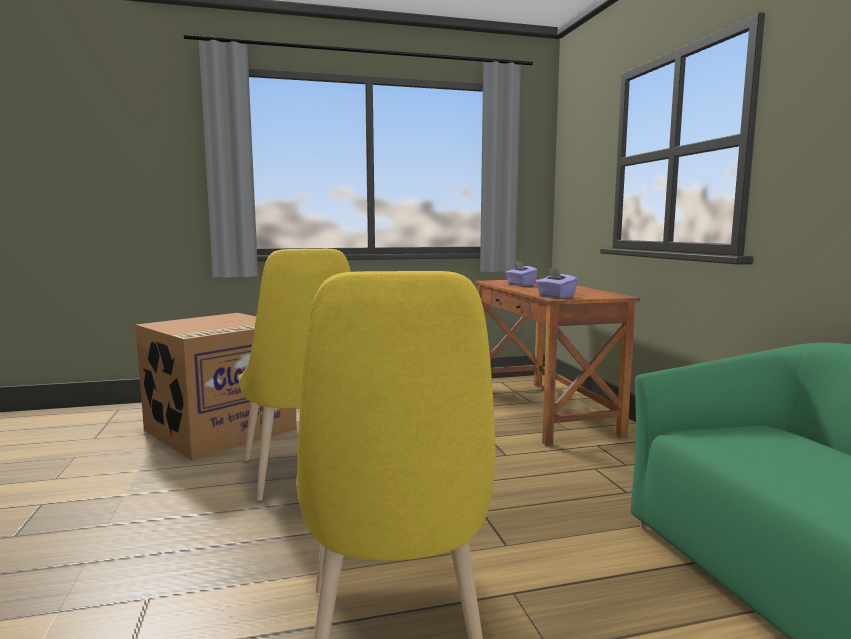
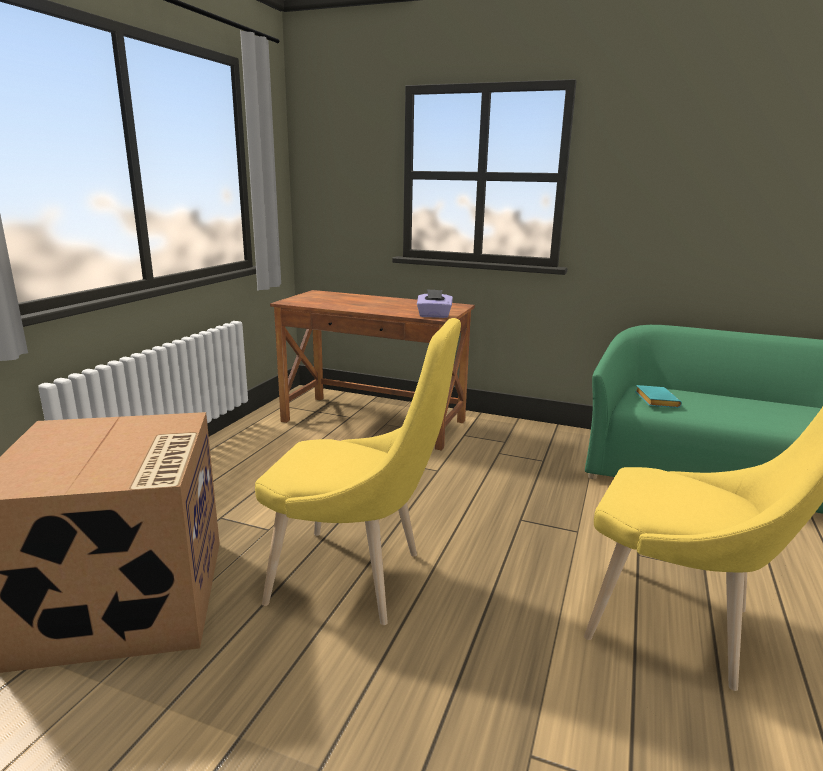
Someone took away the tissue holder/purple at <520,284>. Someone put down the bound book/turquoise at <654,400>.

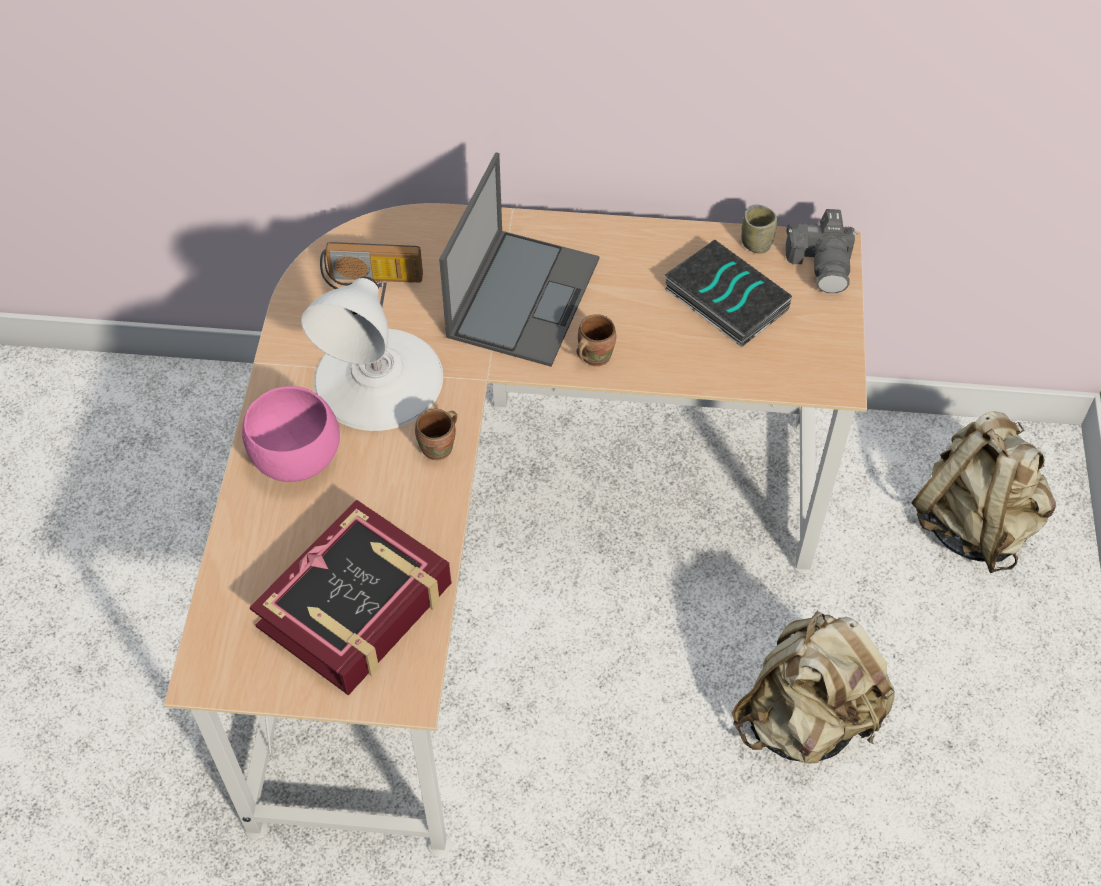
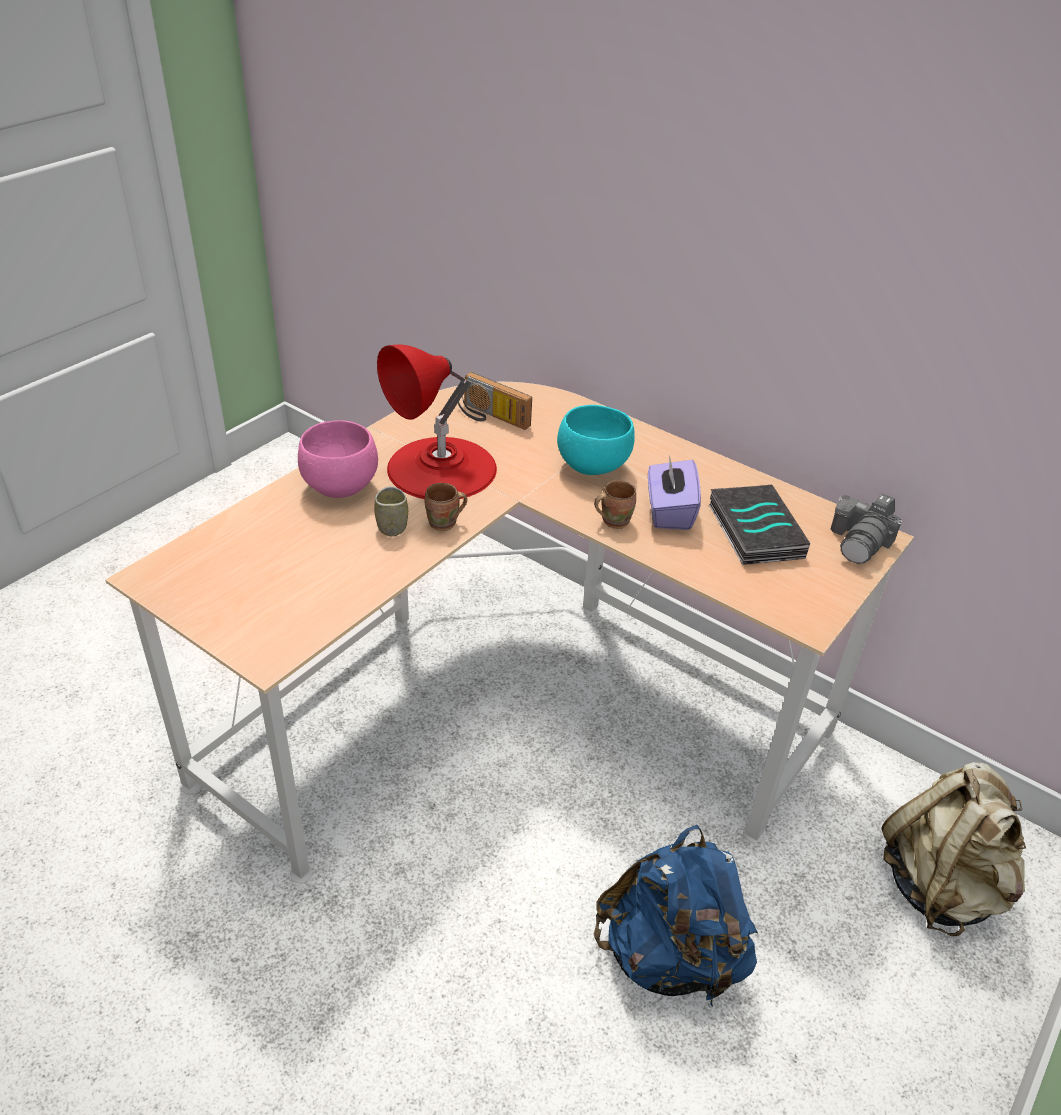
Someone took away the bound book at <356,606>. Someone repainted the tabletop lamp/white-coloured at <379,379>, which became the tabletop lamp/red at <442,468>. Someone swapped the notebook computer at <523,296> for the serving bowl/turquoise at <592,466>. Someone repainted the knapsack/beige-coloured at <806,719>, which became the knapsack/blue at <670,956>. Someone carried the small cup from <756,243> to <392,527>. Someone put down the tissue holder/purple at <669,512>.

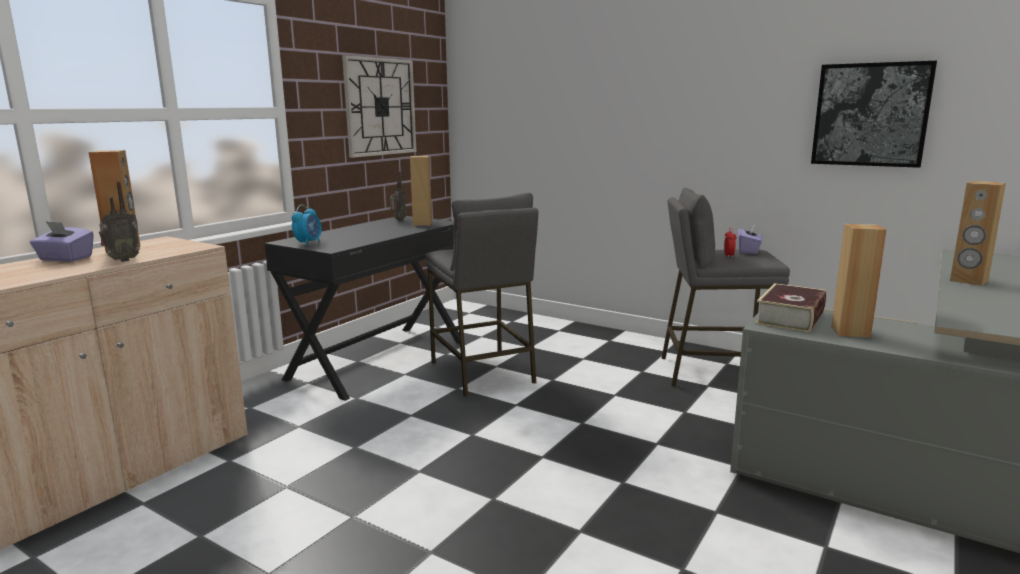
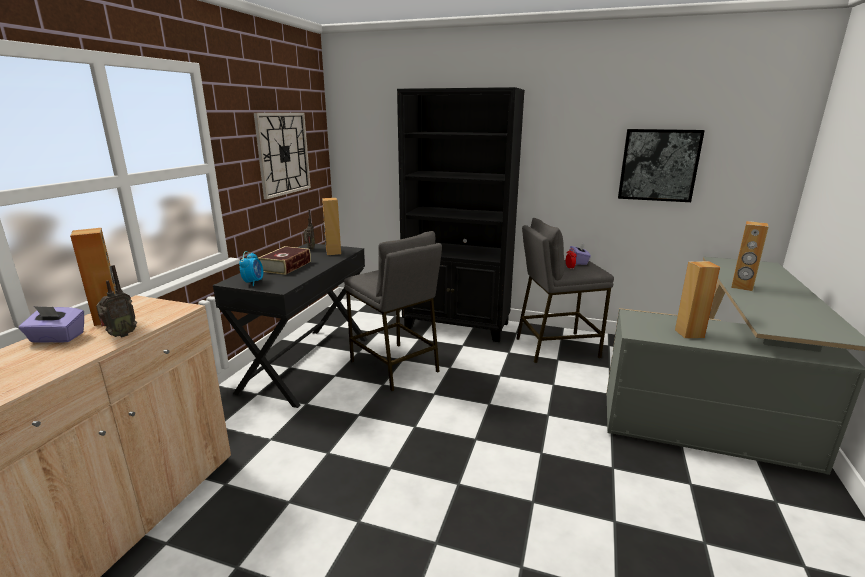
Someone carried the bound book from <790,317> to <286,266>. Someone put down the bookcase/black-coloured at <457,326>.

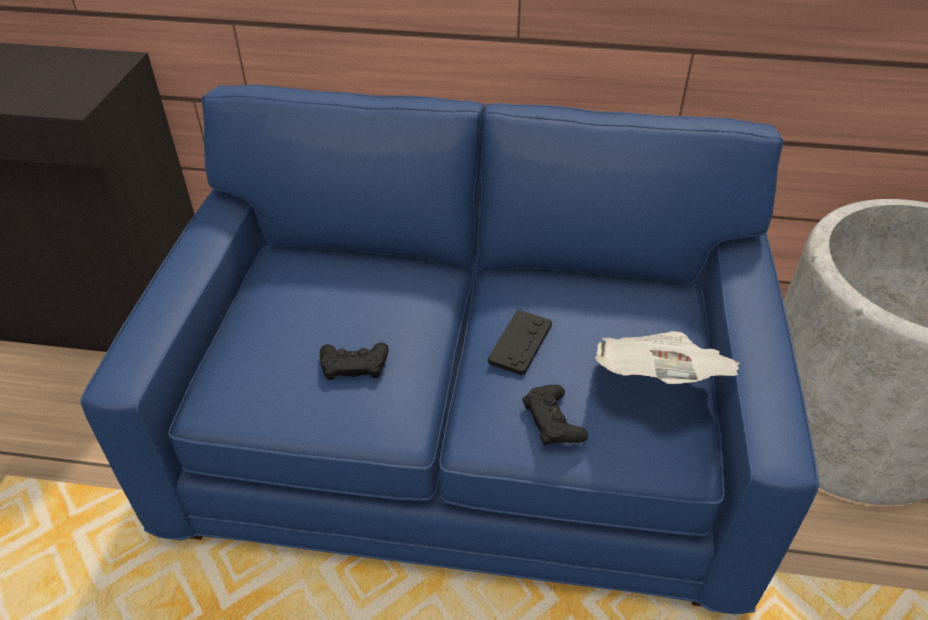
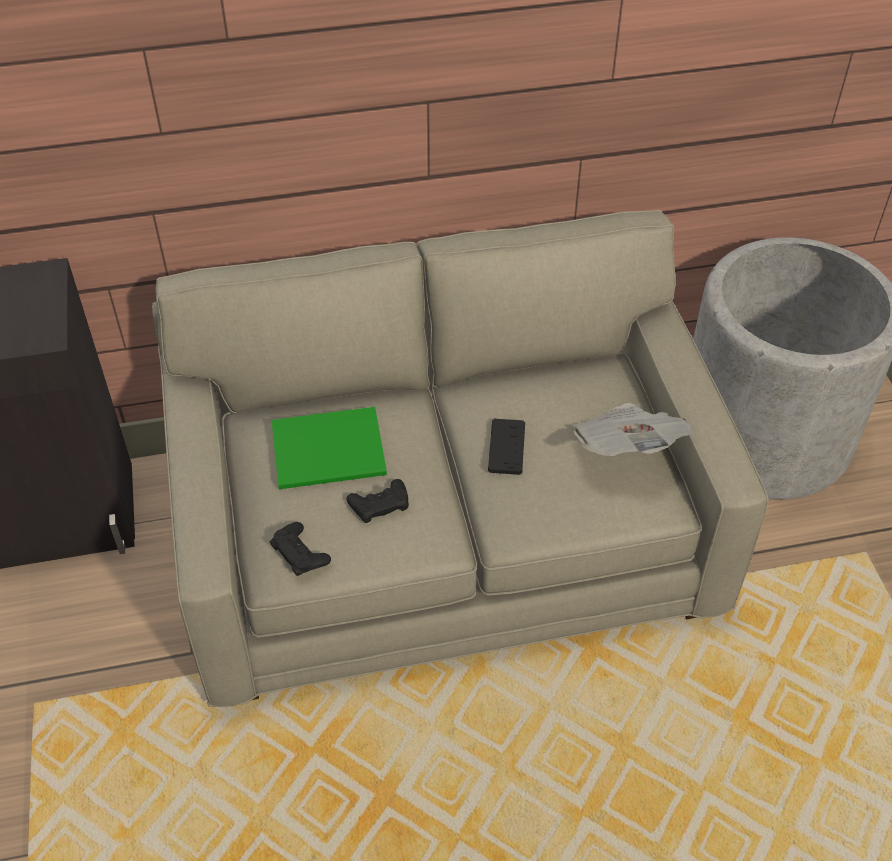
Someone repainted the couch/blue at <467,428>, which became the couch/beige-coloured at <447,531>. Someone carried the game controller/black-coloured from <553,420> to <300,553>. Someone put down the bound book/greenish at <332,453>.

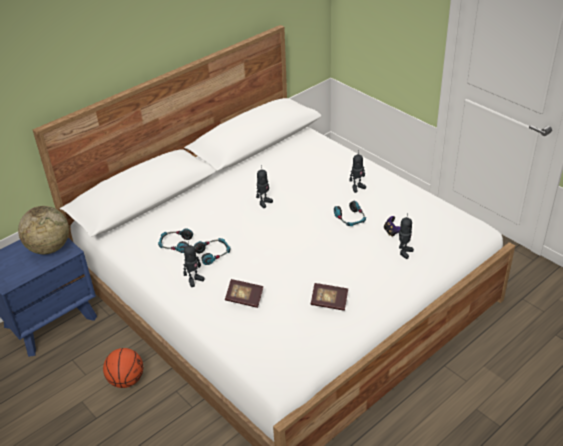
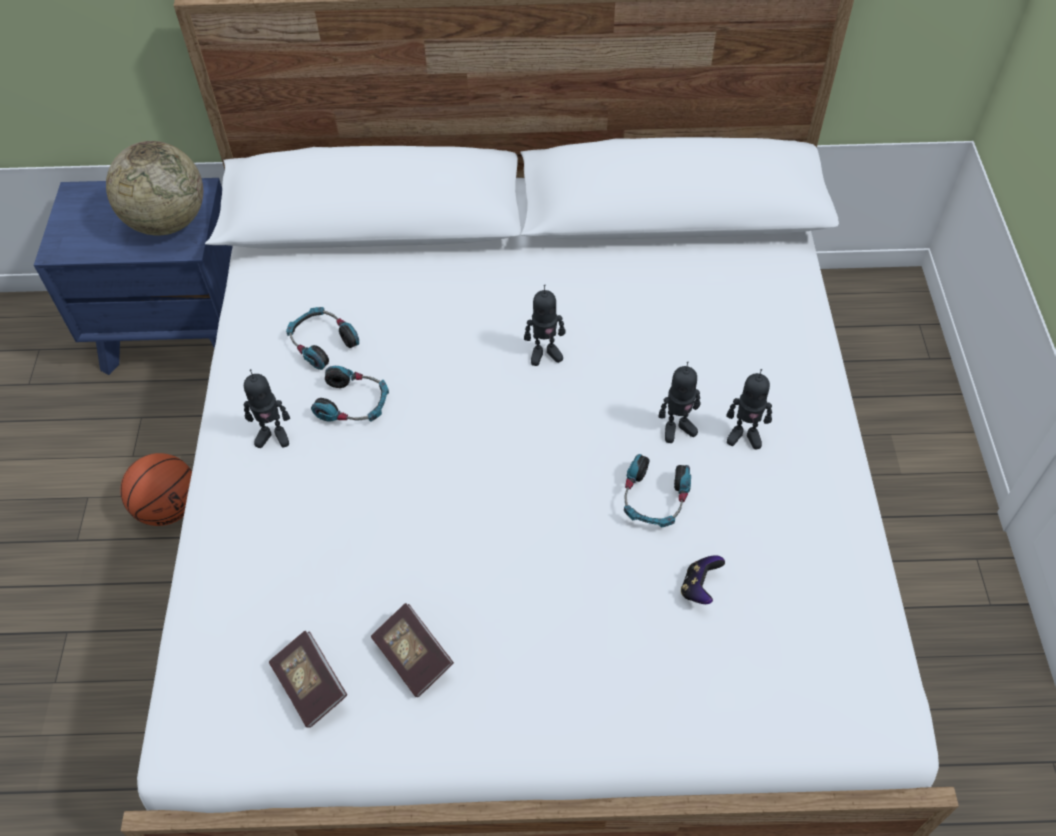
Someone carried the bound book from <244,299> to <310,685>. Someone carried the model robot from <404,252> to <677,428>.

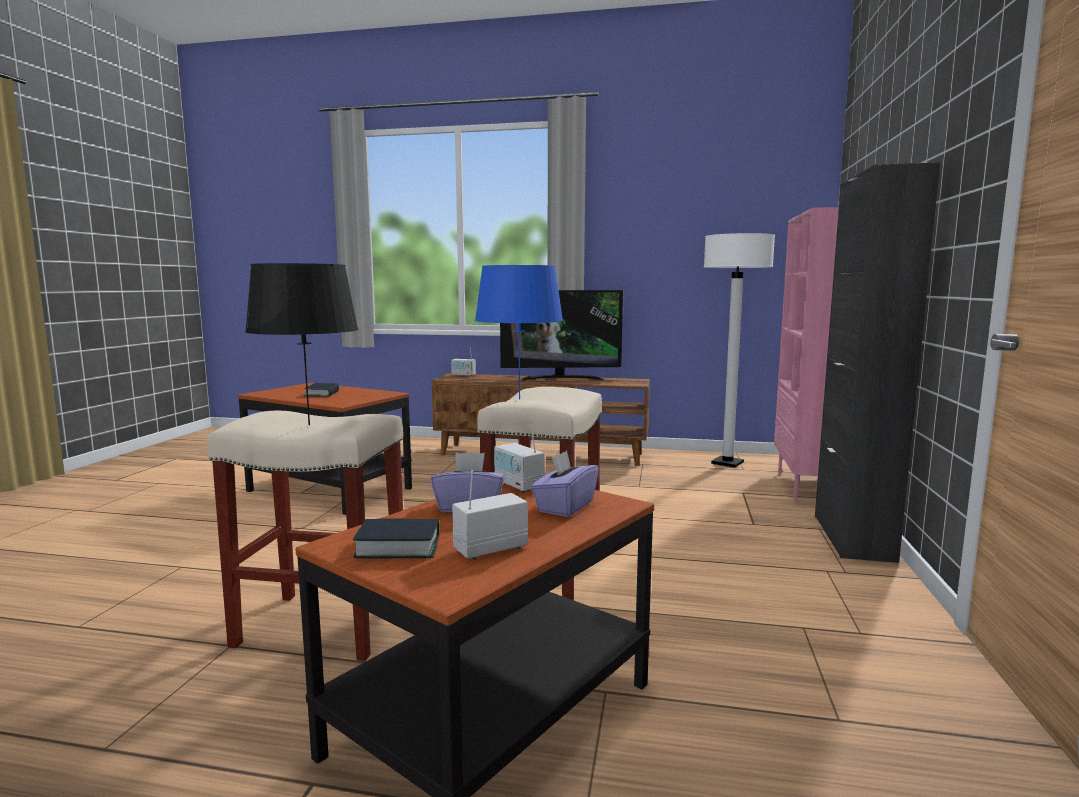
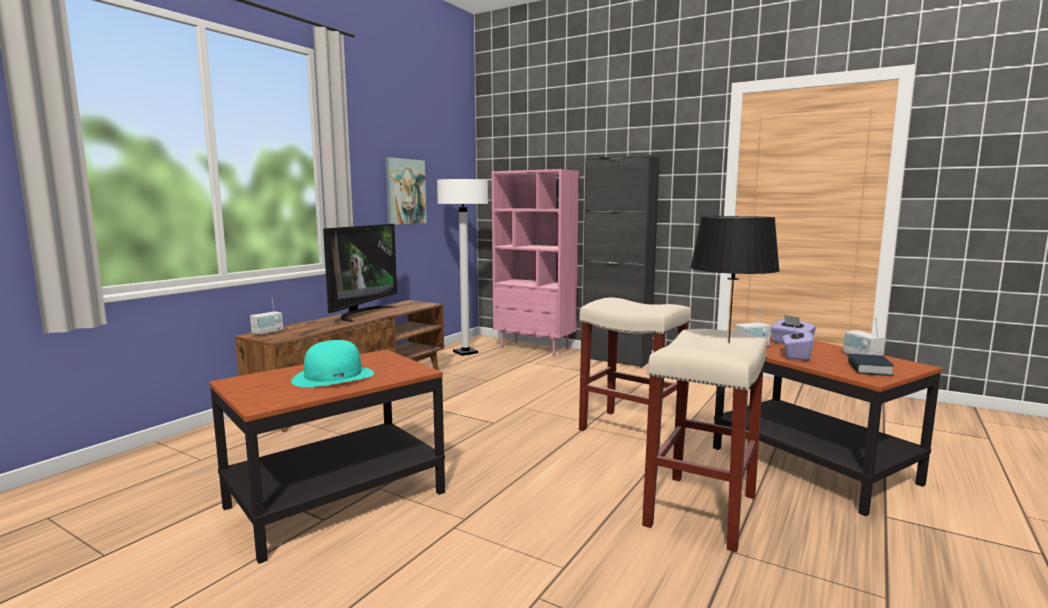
Someone swapped the bound book at <322,394> for the wearable hat/turquoise at <333,376>. Someone took away the tabletop lamp/blue at <519,399>. Someone put up the picture at <405,191>.

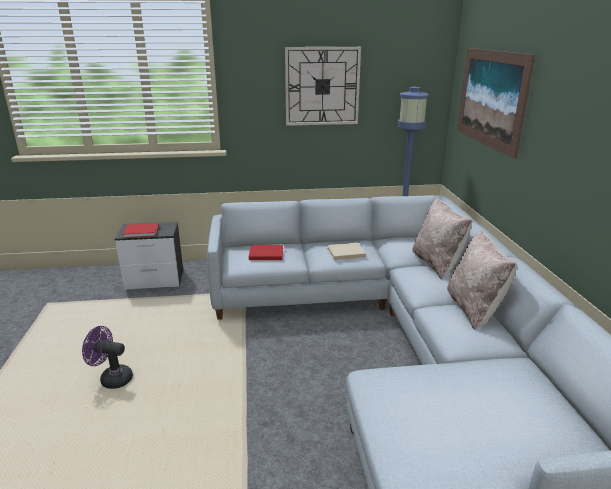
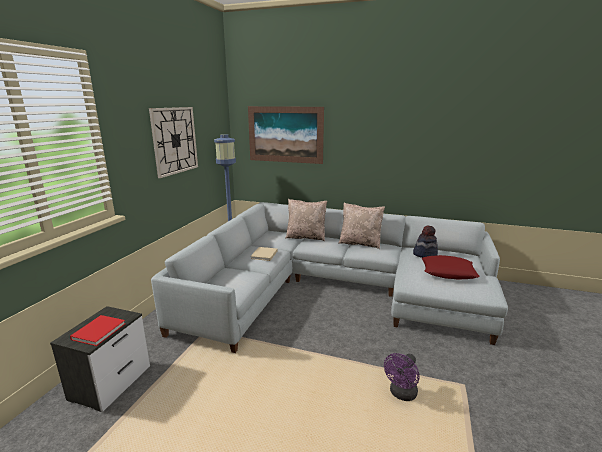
Someone carried the electric fan/purple from <112,378> to <401,394>. Someone took away the bound book/red at <265,254>. Someone put down the wearable hat at <425,254>. Someone put down the pillow/red at <448,272>.

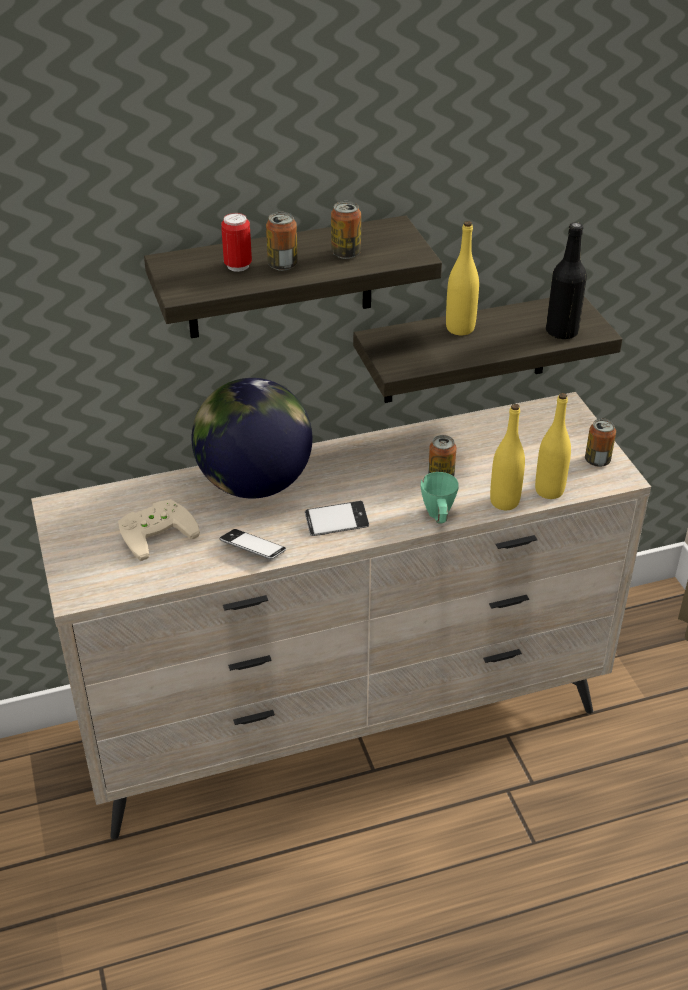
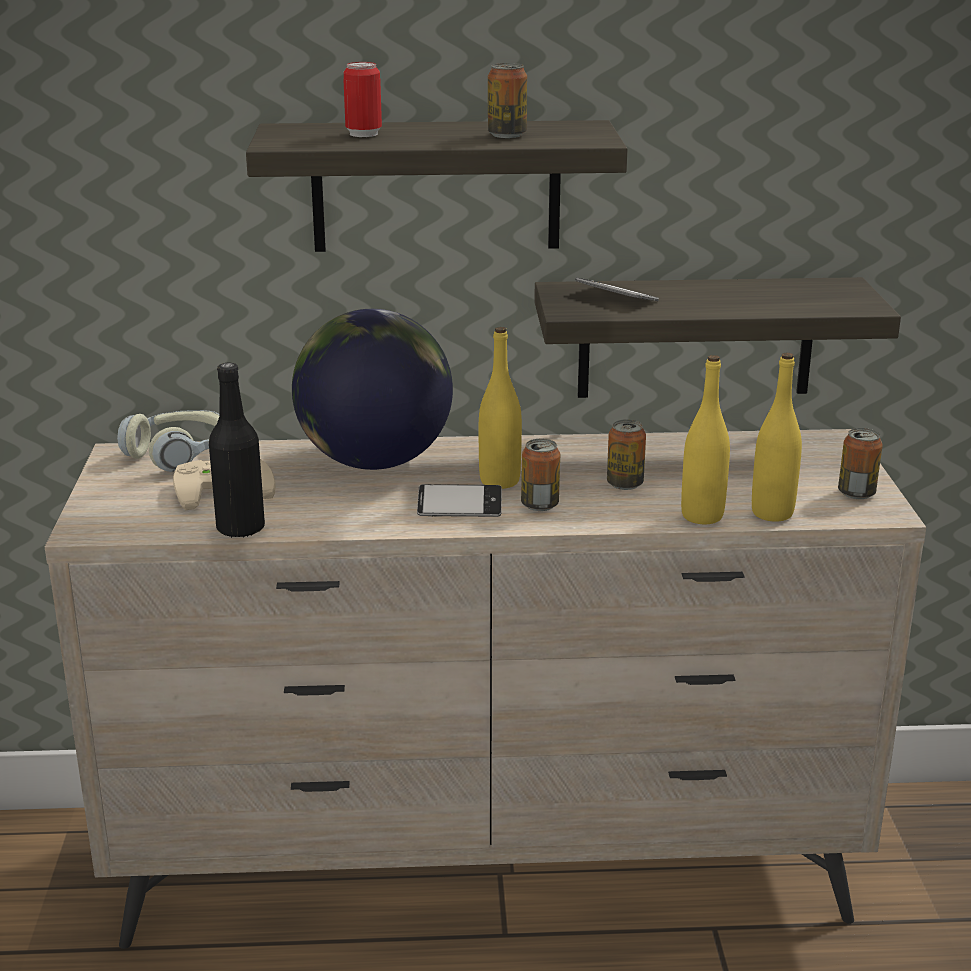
Someone carried the handset from <253,548> to <616,297>. Someone carried the metal can from <282,265> to <540,505>. Someone took away the tea mug/greenish at <438,519>. Someone carried the beverage bottle/yellow from <460,328> to <499,481>. Someone carried the beverage bottle/black-coloured from <561,332> to <240,528>. Someone put down the pair of headphones at <180,453>.

